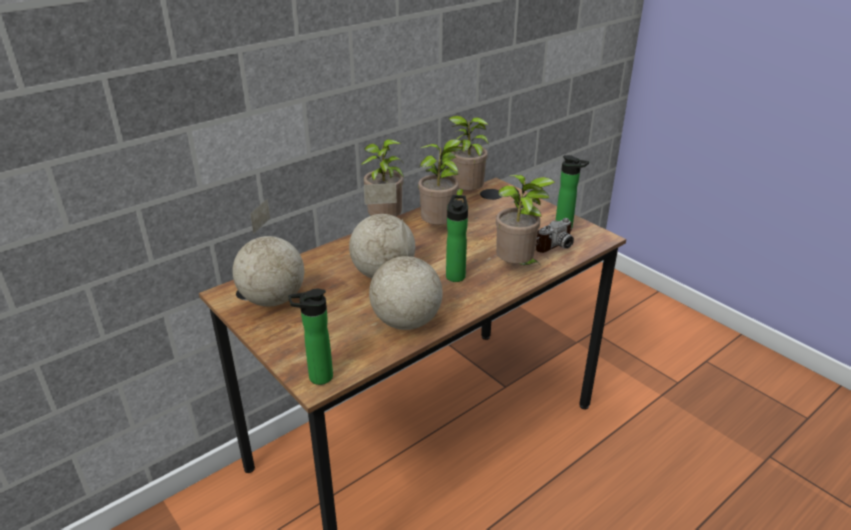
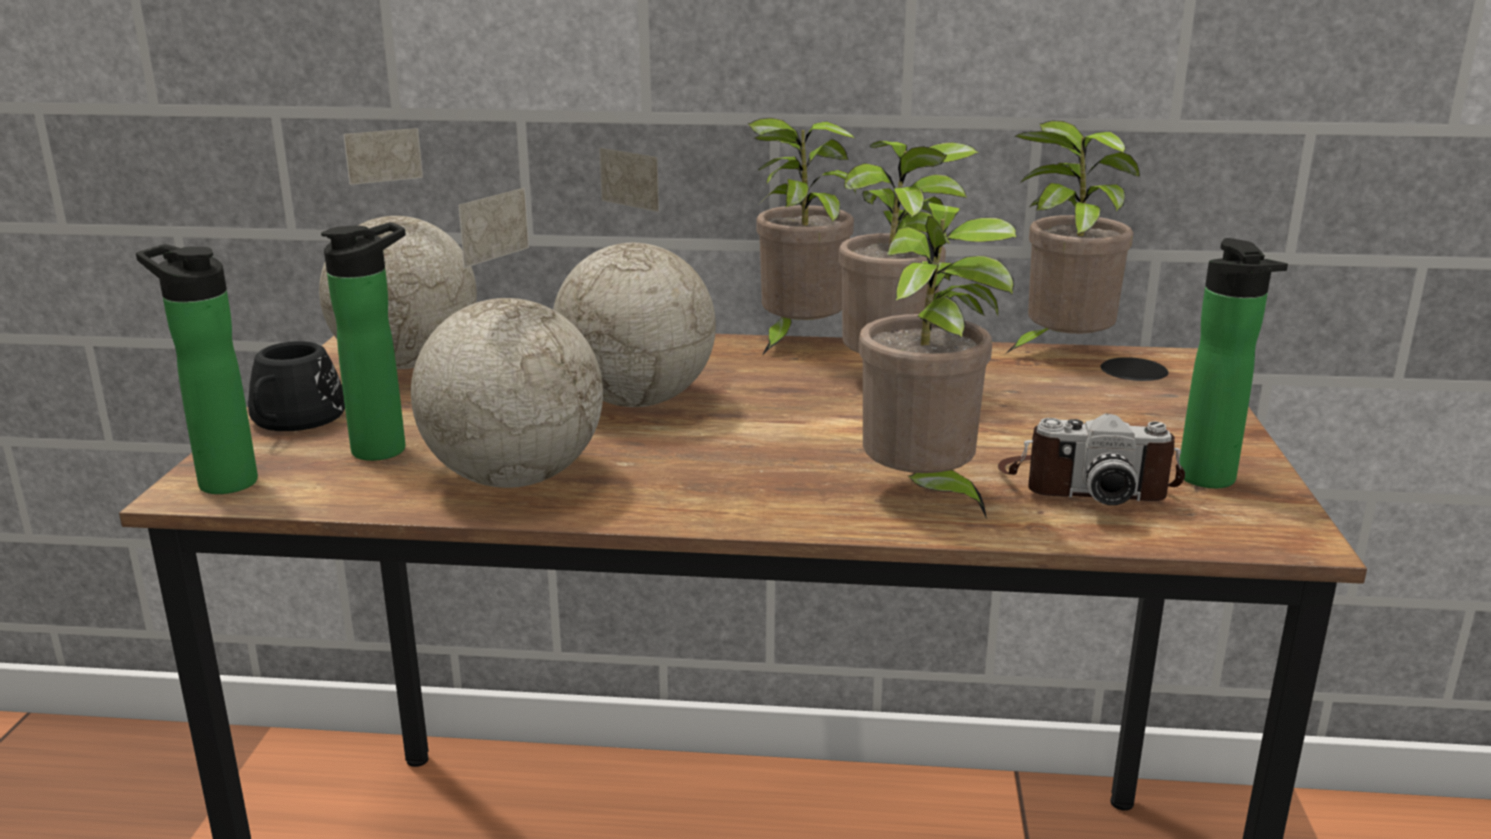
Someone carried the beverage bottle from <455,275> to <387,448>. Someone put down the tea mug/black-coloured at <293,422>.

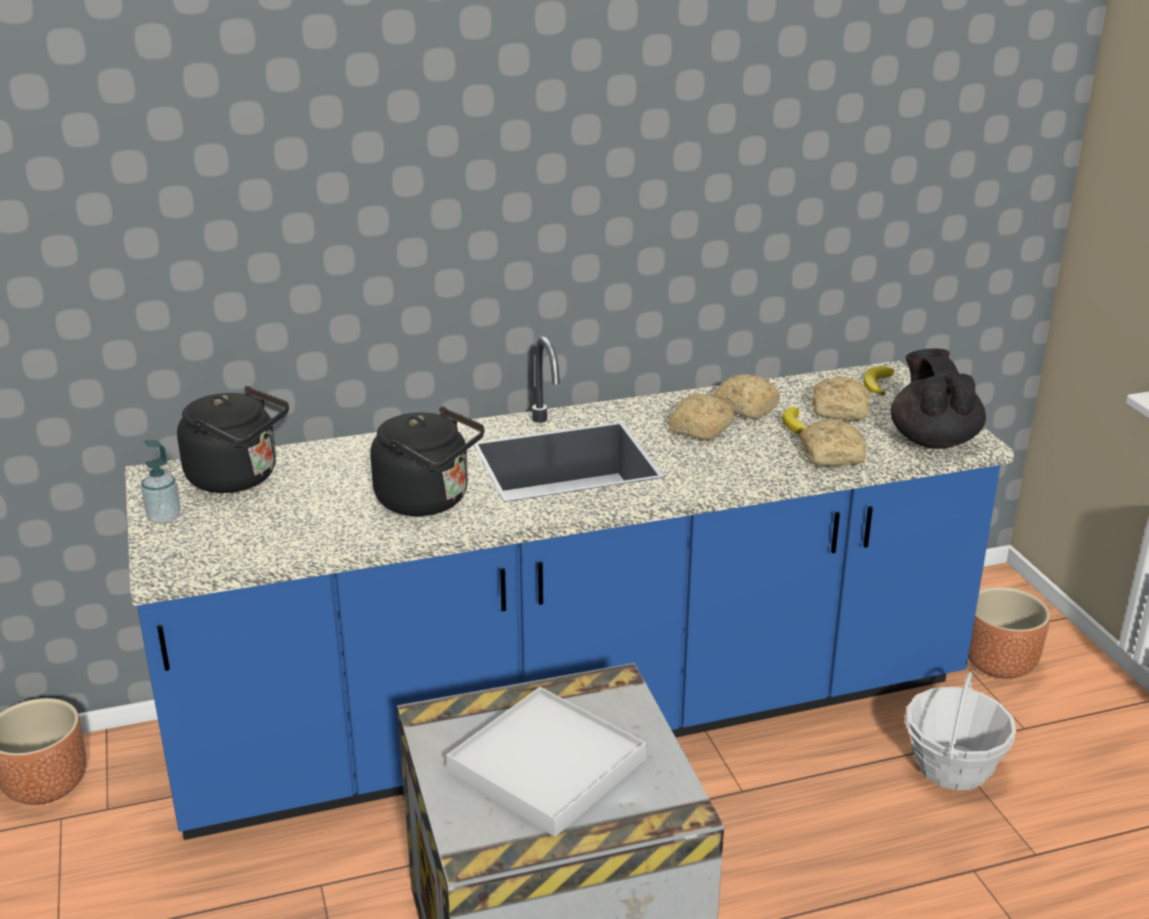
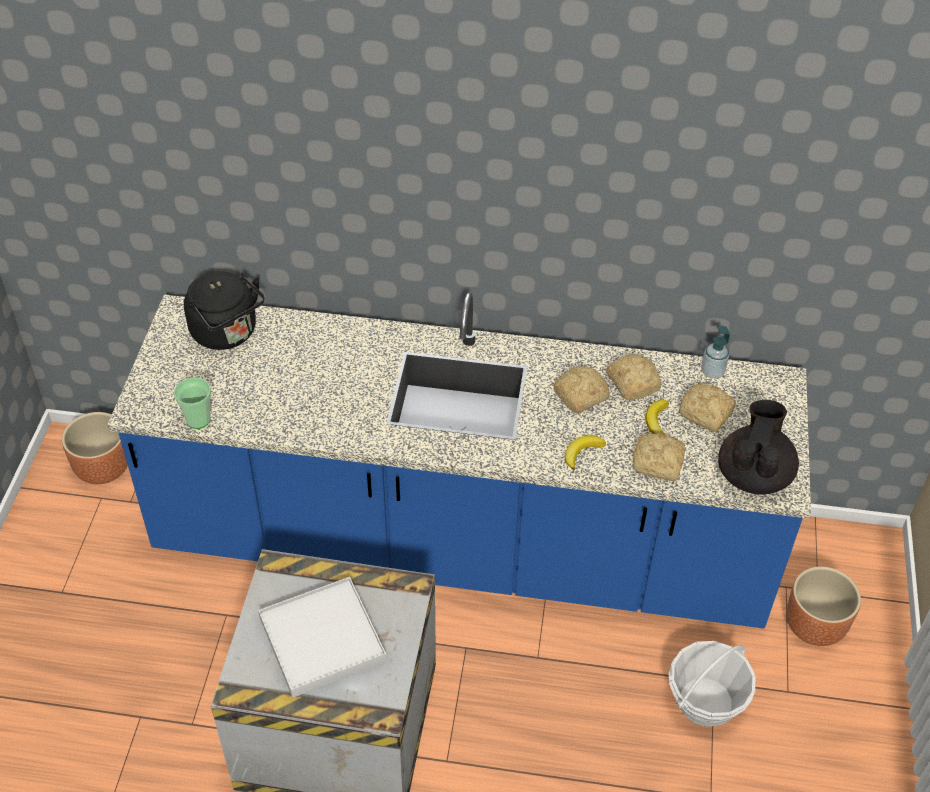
Someone carried the liquid soap bottle from <164,518> to <712,372>. Someone took away the water kettle/black-coloured at <428,500>. Someone carried the banana fruit from <877,383> to <582,452>. Someone put down the small cup at <198,419>.

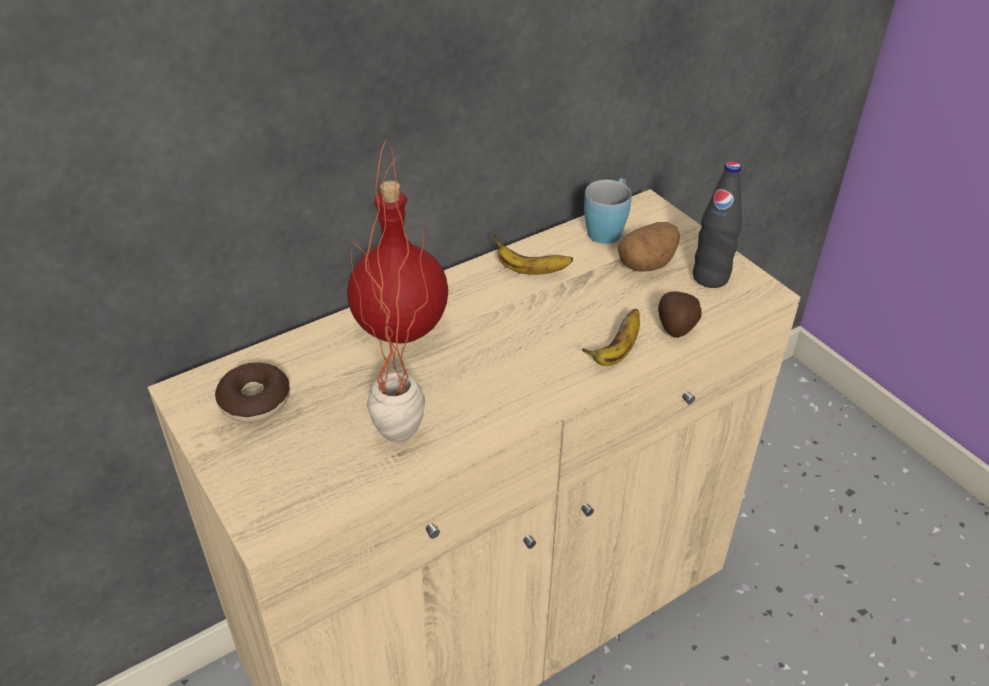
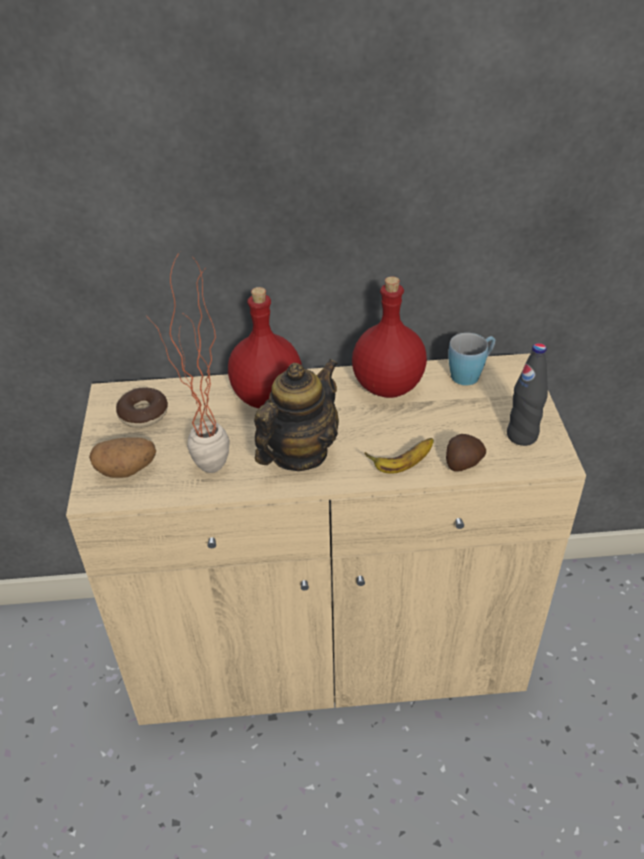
Someone swapped the banana fruit at <530,271> for the beverage bottle/red at <386,387>. Someone carried the spud from <647,264> to <127,470>. Someone put down the pot for tea at <299,453>.

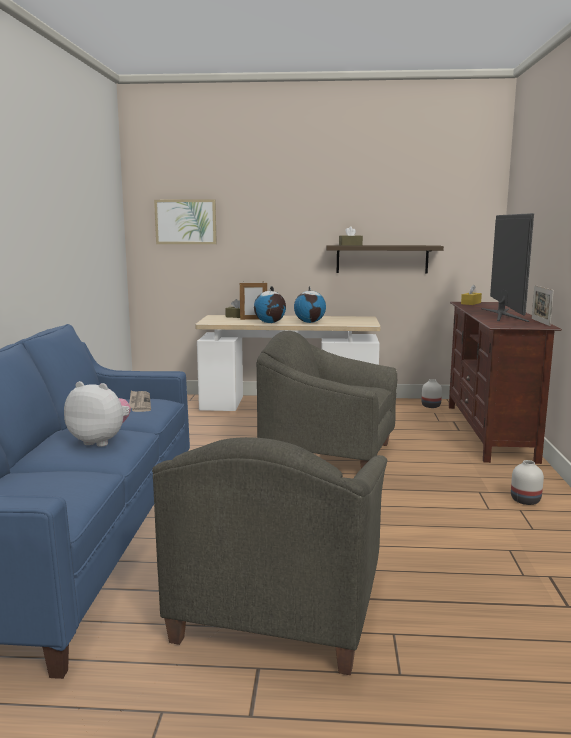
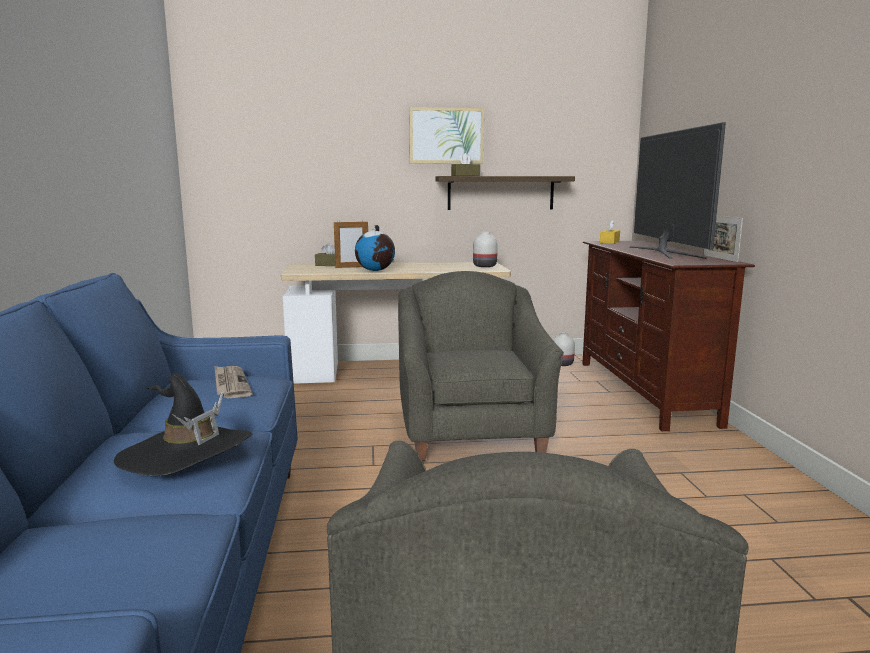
Someone swapped the soft toy at <100,441> for the wearable hat/black-coloured at <186,454>. Someone carried the picture from <186,222> to <446,136>. Someone rotated the armchair/gray at <328,453> by 75 degrees clockwise. Someone took away the globe at <310,322>. Someone carried the flower vase/white-coloured from <524,500> to <484,266>.

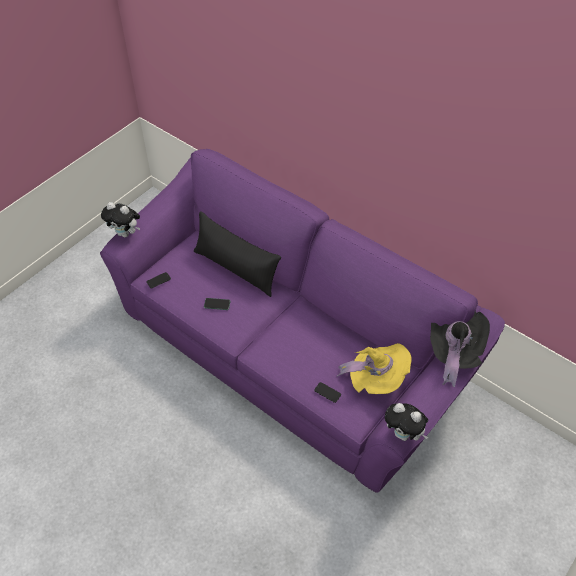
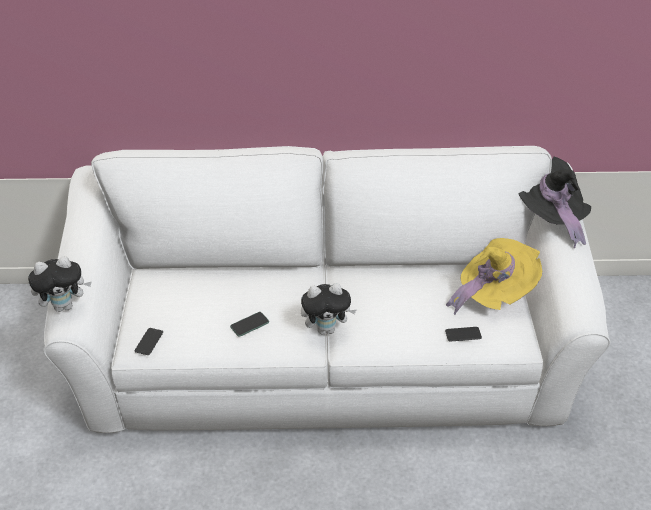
Someone repainted the couch/purple at <288,348>, which became the couch/white-coloured at <325,354>. Someone took away the pillow/black-coloured at <236,269>. Someone carried the soft toy from <404,434> to <326,329>.

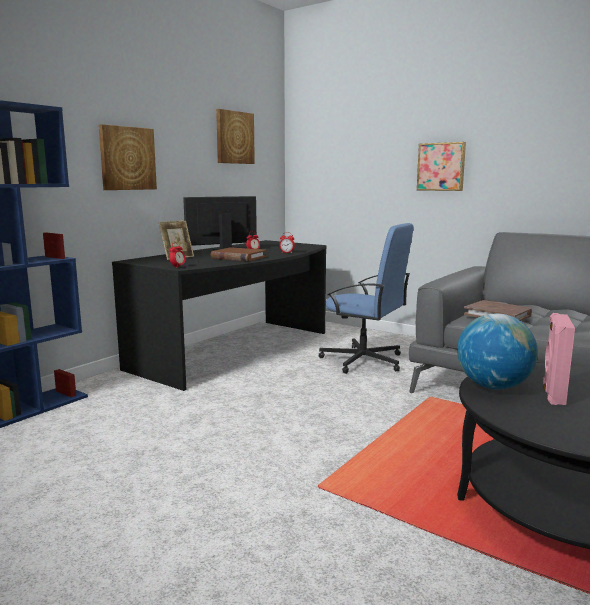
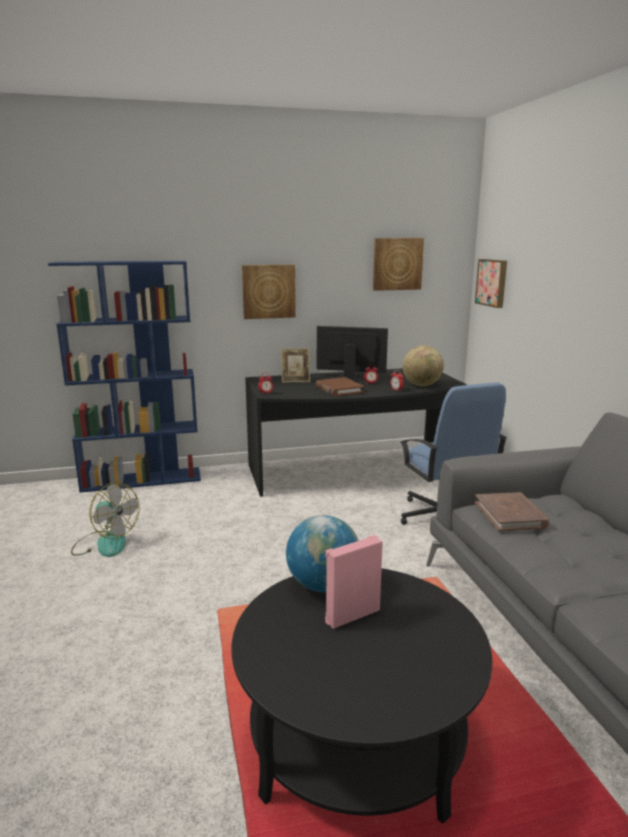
Someone carried the picture from <441,167> to <492,282>. Someone put down the electric fan at <105,543>. Someone put down the globe at <422,385>.

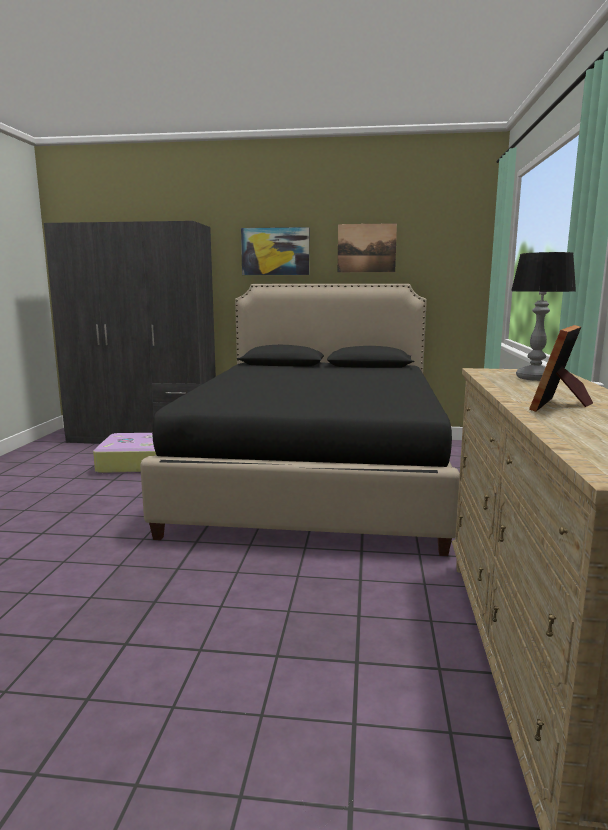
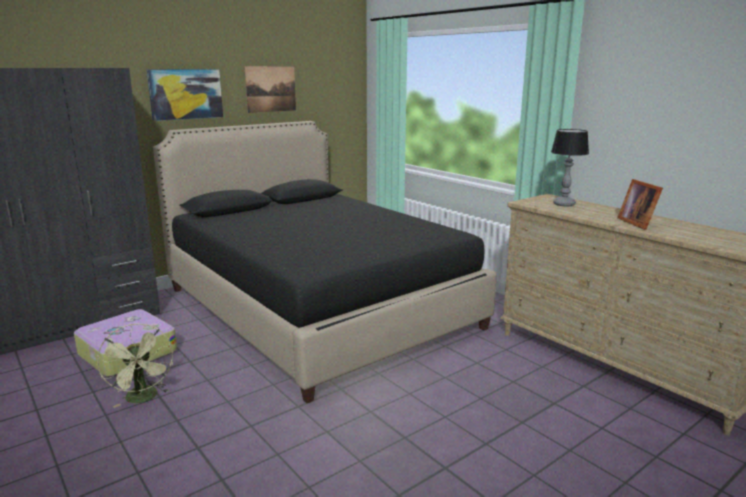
Someone put down the electric fan/greenish at <143,399>.

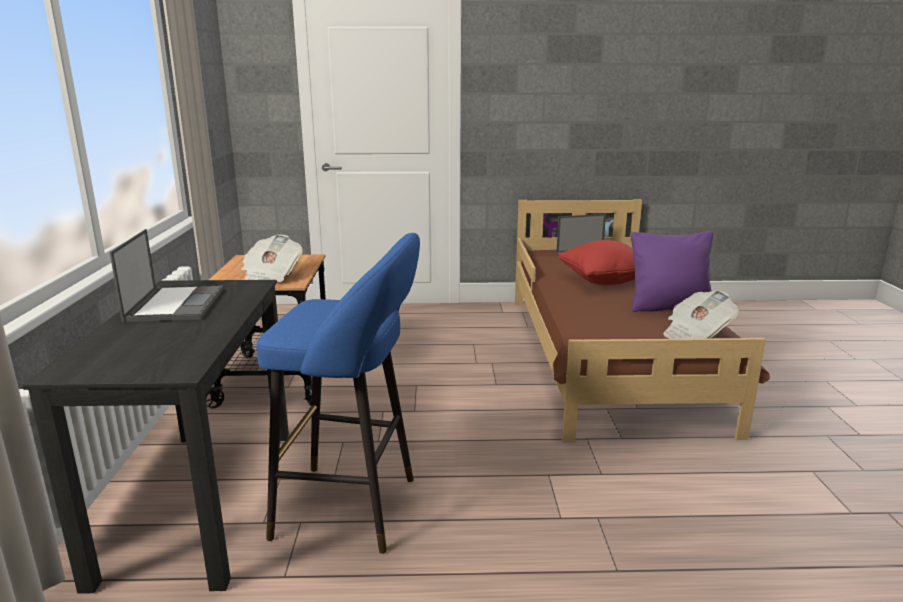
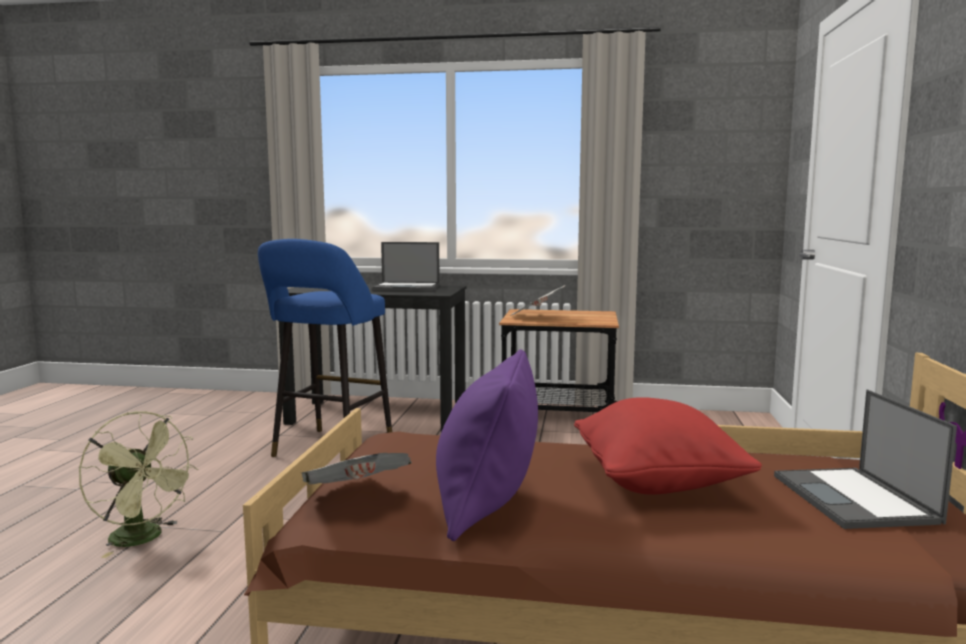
Someone put down the electric fan/greenish at <144,539>.

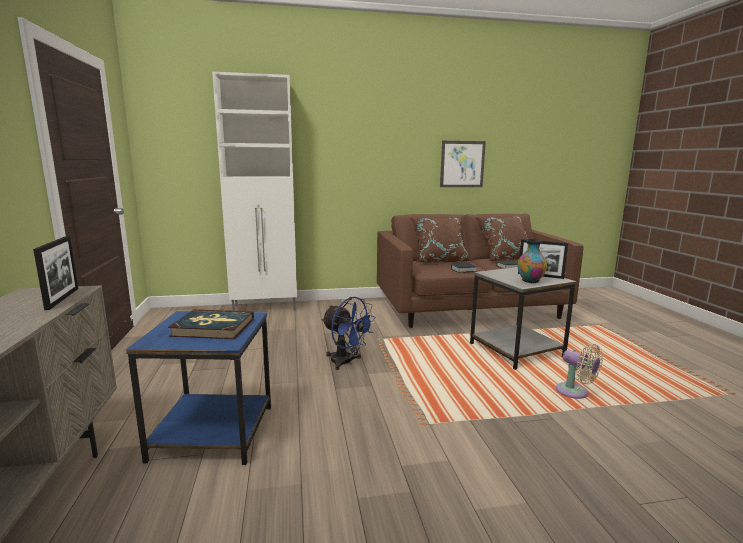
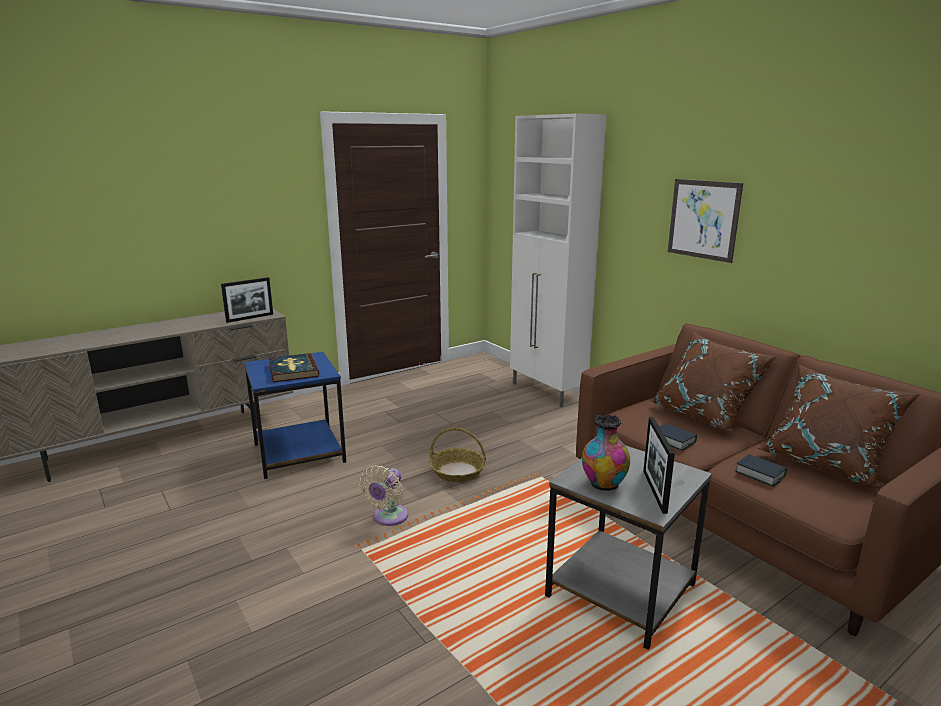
Someone swapped the electric fan/blue at <346,362> for the storage basket at <458,471>. Someone carried the picture from <462,164> to <703,219>. Someone carried the electric fan/beige-coloured from <575,393> to <388,518>.

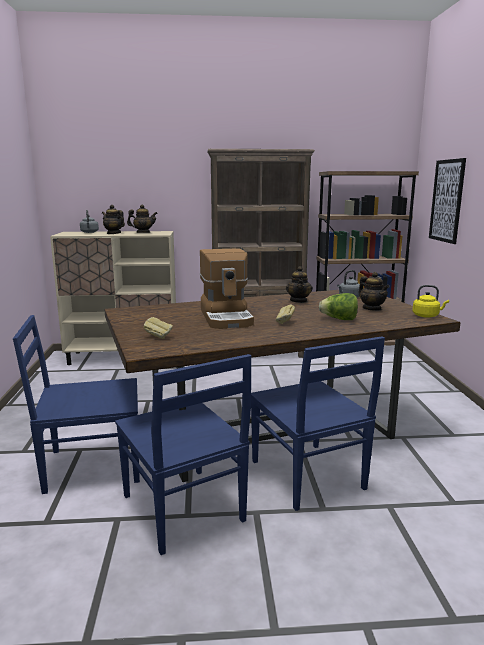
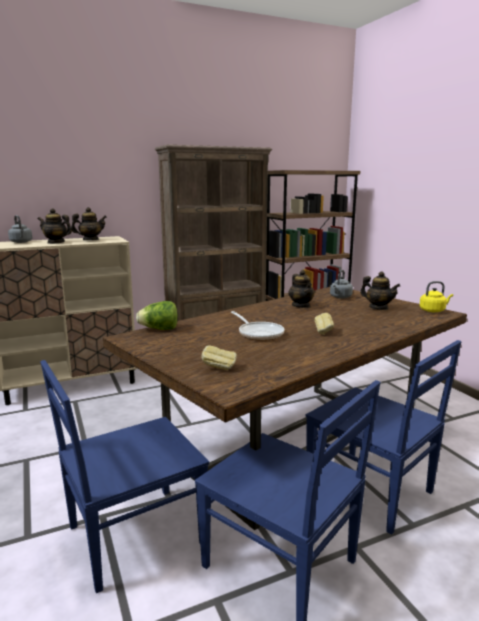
Someone swapped the coffee maker at <227,317> for the frying pan at <259,333>. Someone carried the lettuce from <339,319> to <159,329>. Someone took away the picture at <447,201>.

